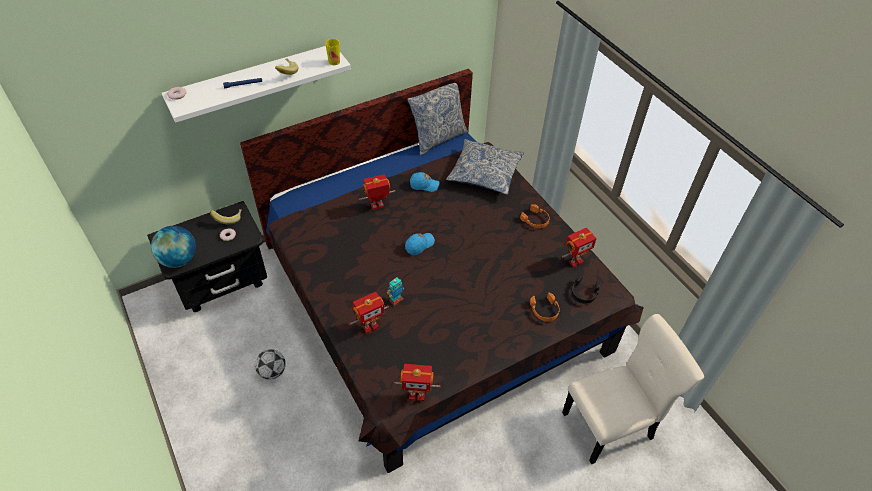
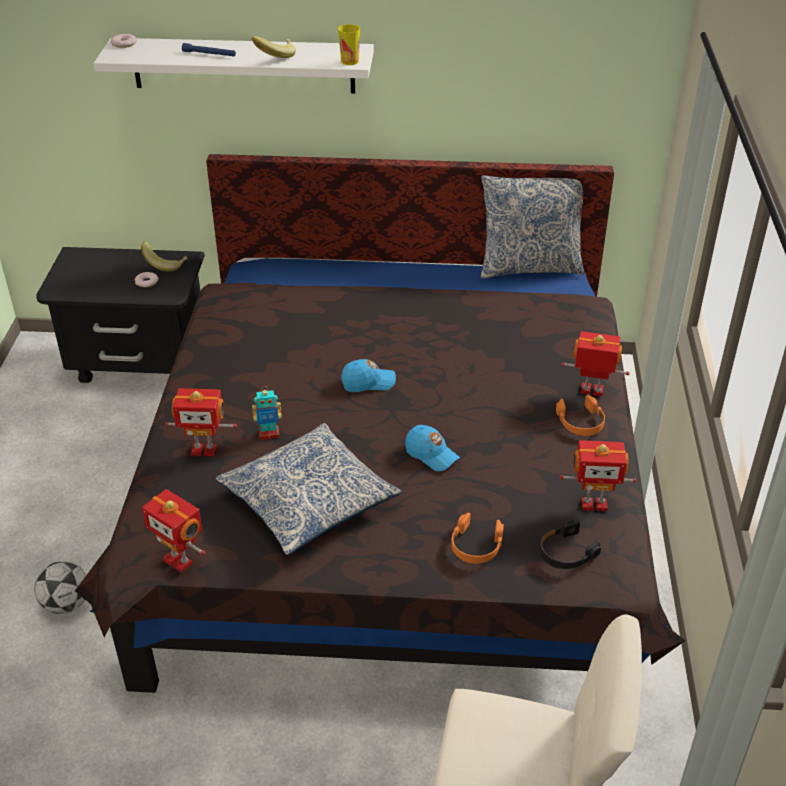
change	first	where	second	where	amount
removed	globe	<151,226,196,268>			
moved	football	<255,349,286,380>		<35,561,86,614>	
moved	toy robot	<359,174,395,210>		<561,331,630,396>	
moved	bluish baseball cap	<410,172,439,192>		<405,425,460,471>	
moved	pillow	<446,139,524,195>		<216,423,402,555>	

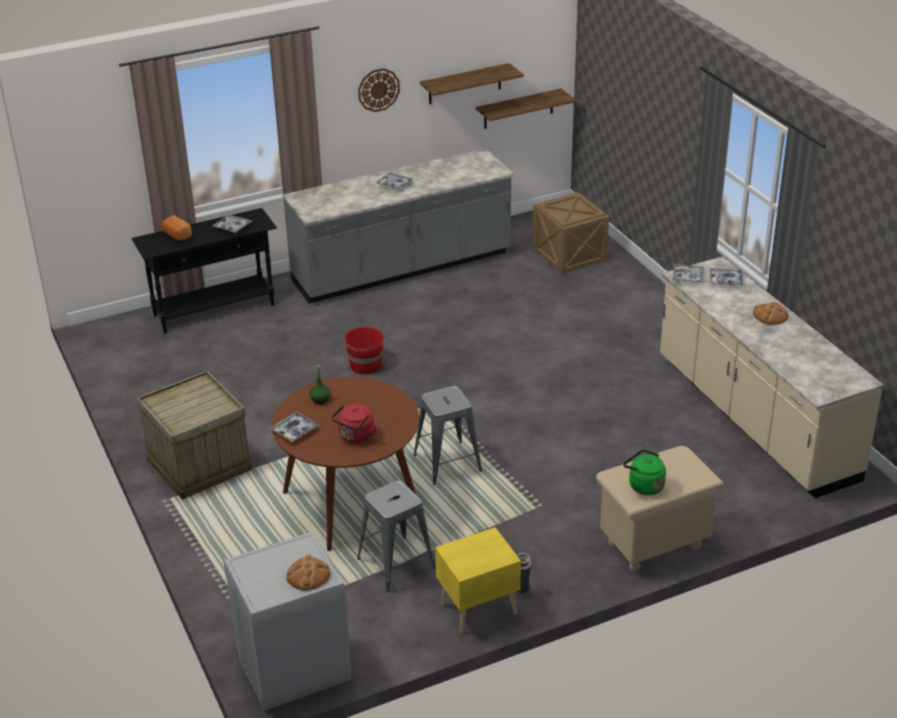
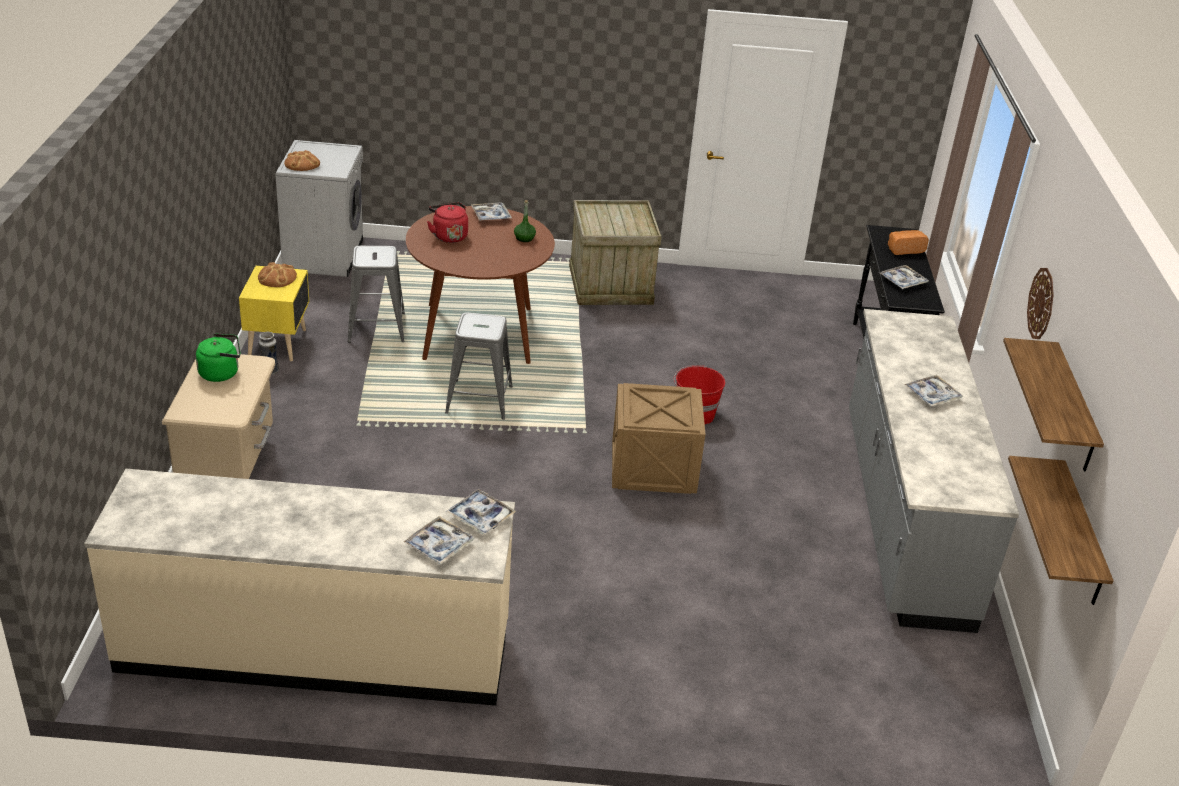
change	first	where	second	where	amount
moved	crate	<532,192,609,273>		<612,383,706,494>	
moved	baked bread	<753,302,788,325>		<258,262,297,287>	

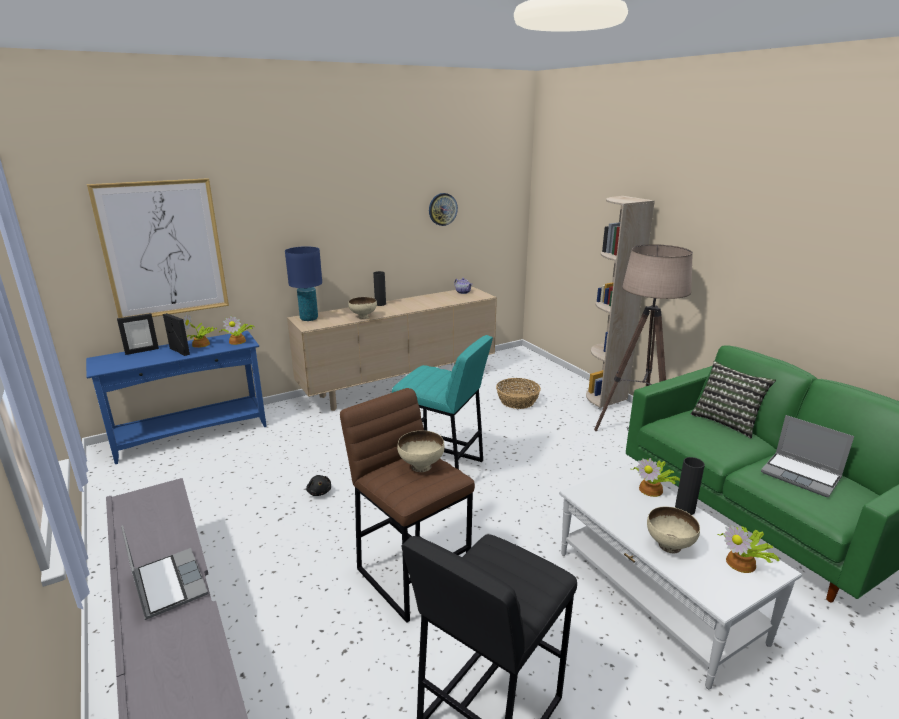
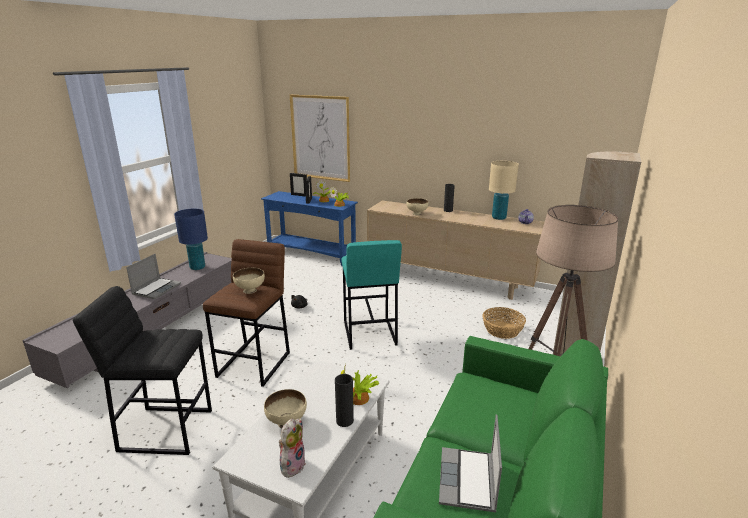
change	first	where	second	where	amount
removed	wall clock	<429,193,458,226>			
removed	pillow	<691,361,776,438>			
added			sand-coloured lamp for a table	<489,161,519,220>	
moved	bluish lamp for a table	<285,246,322,321>		<174,209,208,270>	
replaced	potted plant	<718,525,780,573>	plush toy	<279,419,306,478>	

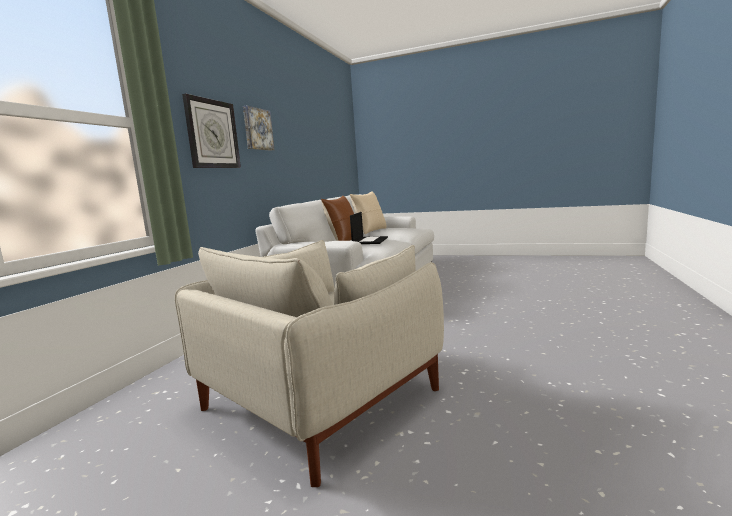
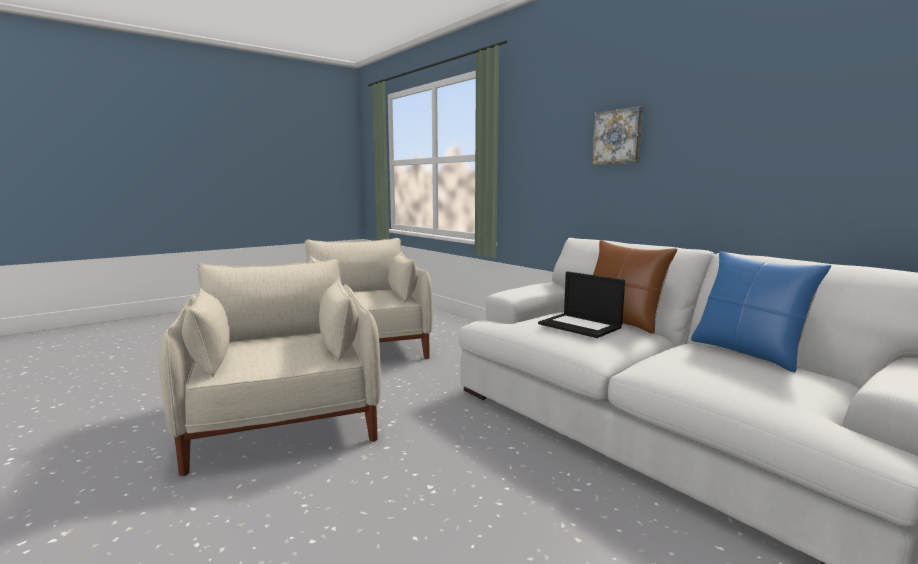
change	first	where	second	where	amount
removed	wall clock	<182,94,241,168>			
added			sand-coloured easy chair	<159,259,381,476>	
recoloured	sand-coloured pillow	<350,191,386,234>	bluish pillow	<691,251,831,372>	

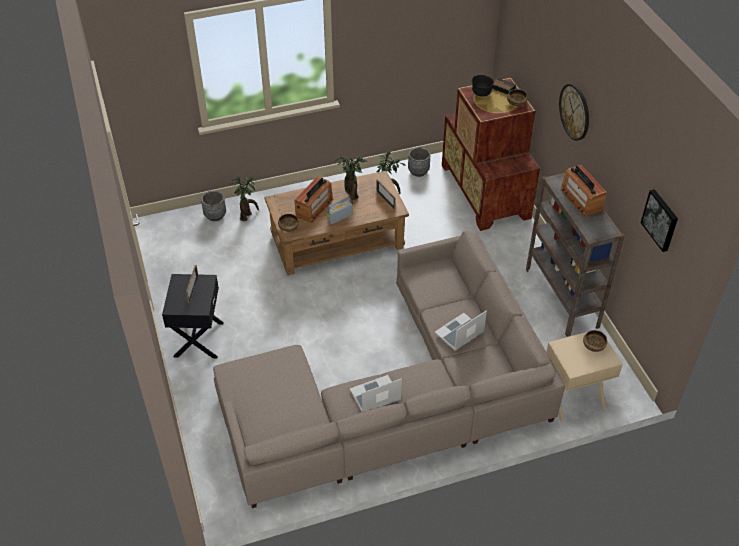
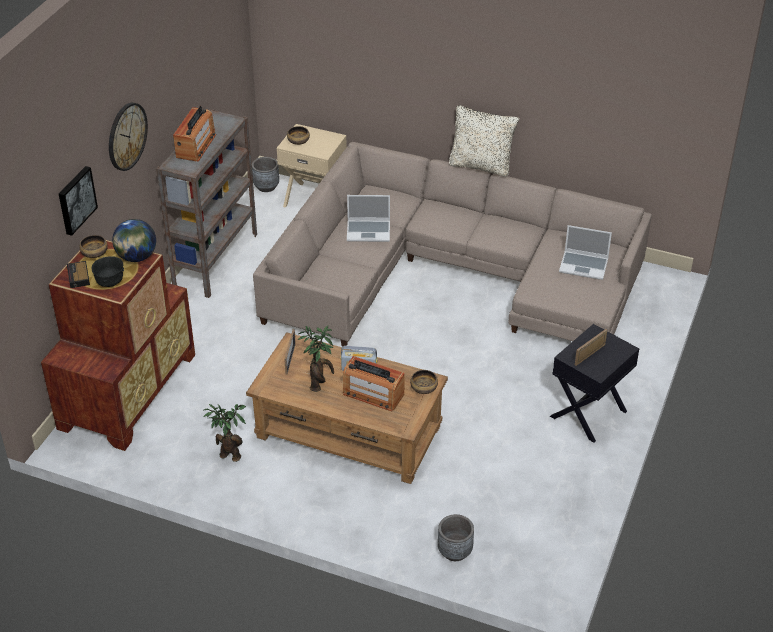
change	first	where	second	where	amount
removed	potted plant	<231,175,259,221>			
added			globe	<112,219,156,262>	
added			sand-coloured pillow	<449,105,519,177>	
moved	portable computer	<350,375,402,412>		<559,225,612,280>	
moved	gray plant pot	<408,147,430,177>		<252,157,279,192>	
moved	wall art	<641,189,678,252>		<59,166,98,236>	
turned	radio	<295,176,333,222>		<343,356,405,411>	135 degrees counterclockwise

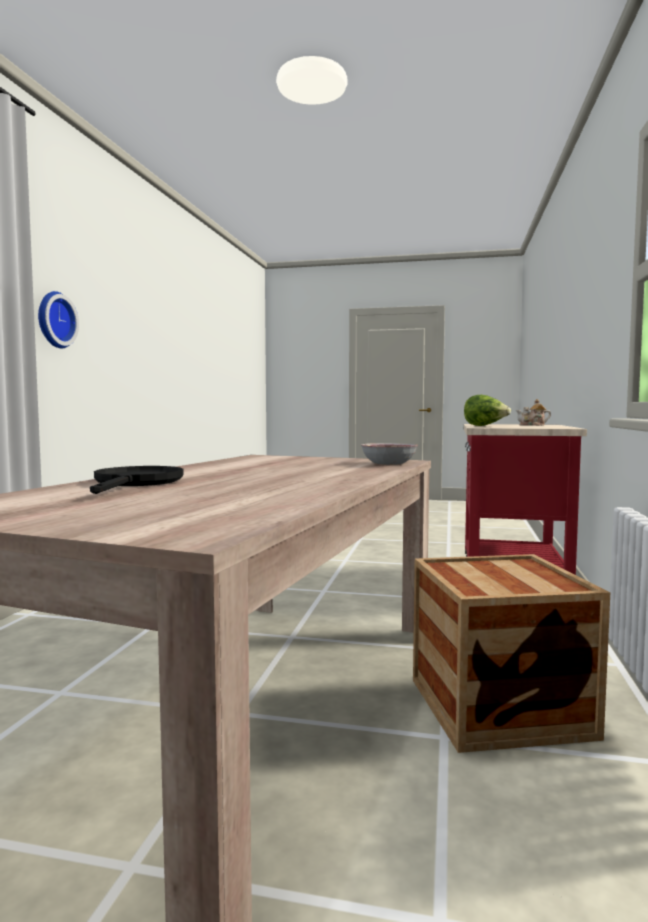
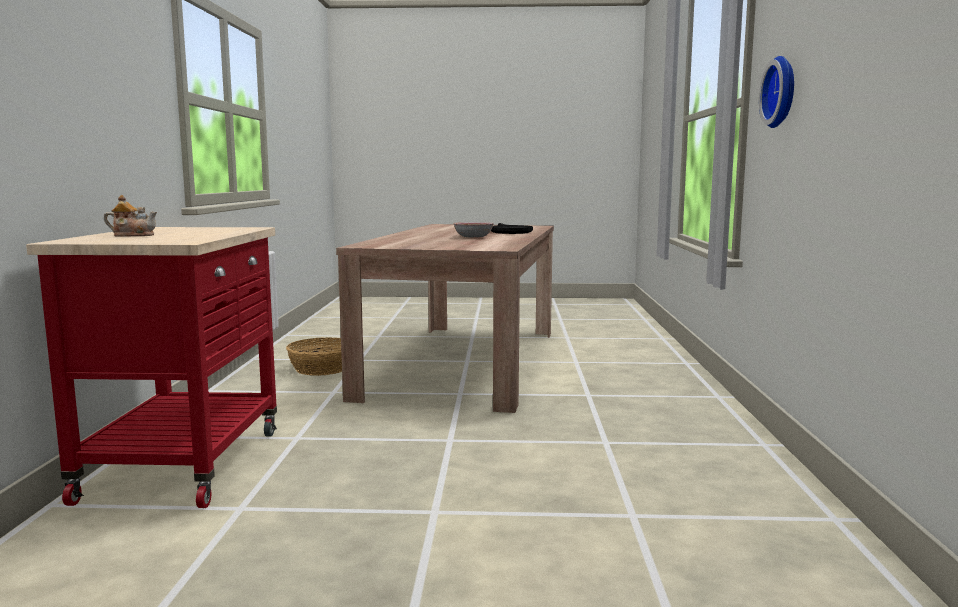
change	first	where	second	where	amount
removed	lettuce	<464,395,511,426>			
moved	deep dish	<361,443,418,465>		<453,222,494,238>	
replaced	crate	<413,554,610,753>	storage basket	<286,338,342,376>	

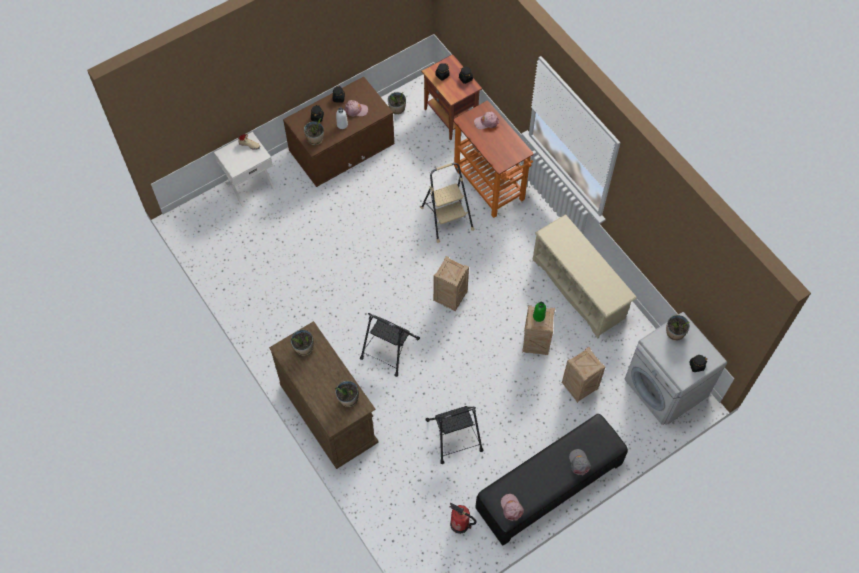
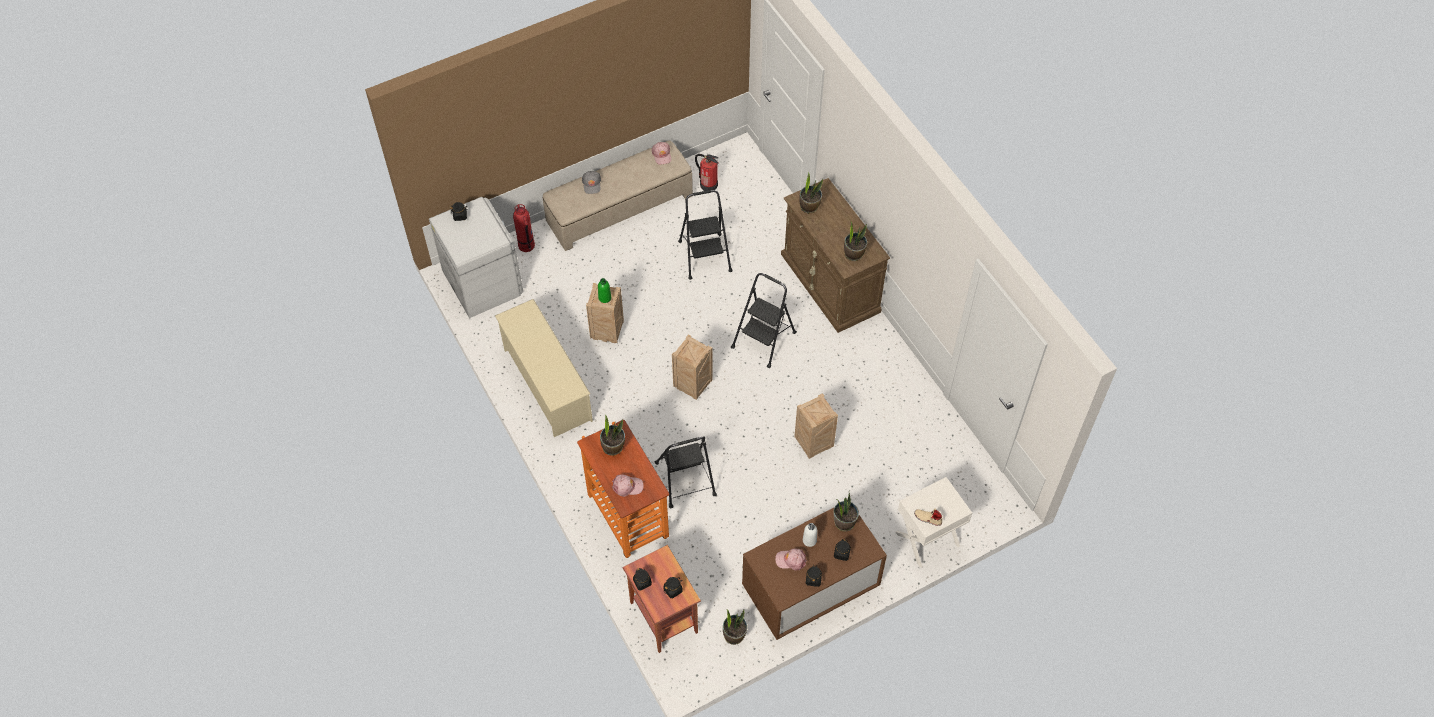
change	first	where	second	where	amount
added			fire-fighting cylinder	<513,204,535,252>	
moved	crate	<562,347,605,403>		<794,393,838,459>	
moved	potted plant	<666,315,690,341>		<600,415,625,456>	
recoloured	sand-coloured stepladder	<420,163,475,243>	black stepladder	<655,436,717,508>	
recoloured	black long seat	<475,414,628,546>	sand-coloured long seat	<542,141,693,251>	

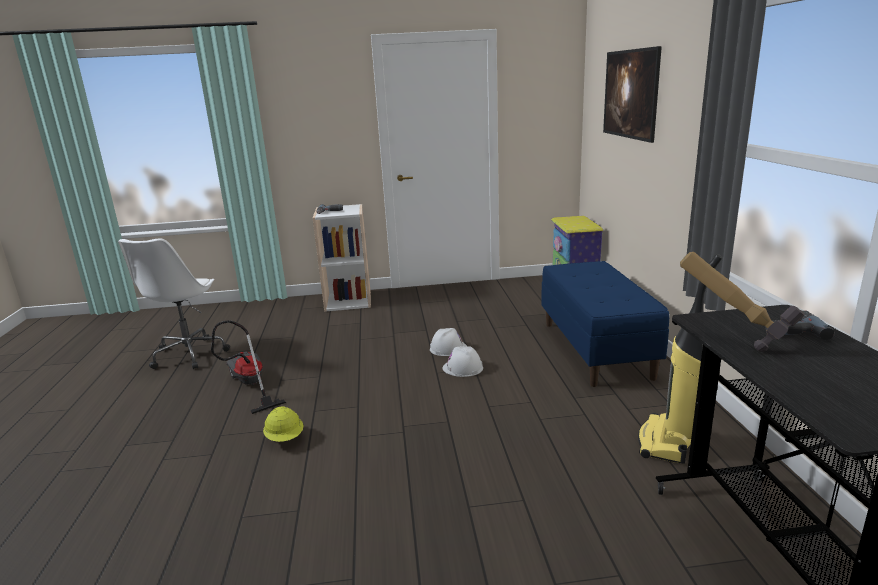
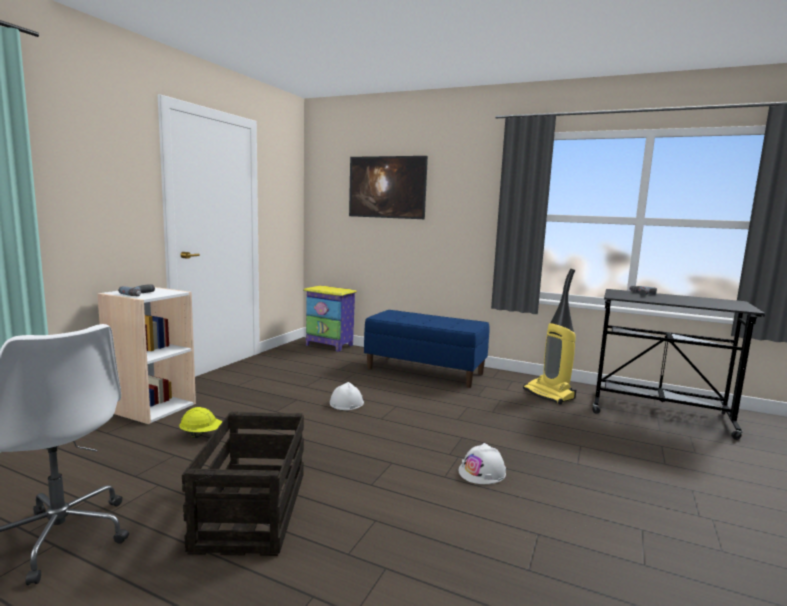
change	first	where	second	where	amount
removed	hand hammer	<680,252,804,352>			
moved	yellowish work helmet	<263,406,304,442>		<179,407,222,438>	
moved	white-coloured work helmet	<443,347,483,377>		<459,443,506,484>	
replaced	hoover	<211,320,286,414>	crate	<182,412,304,556>	

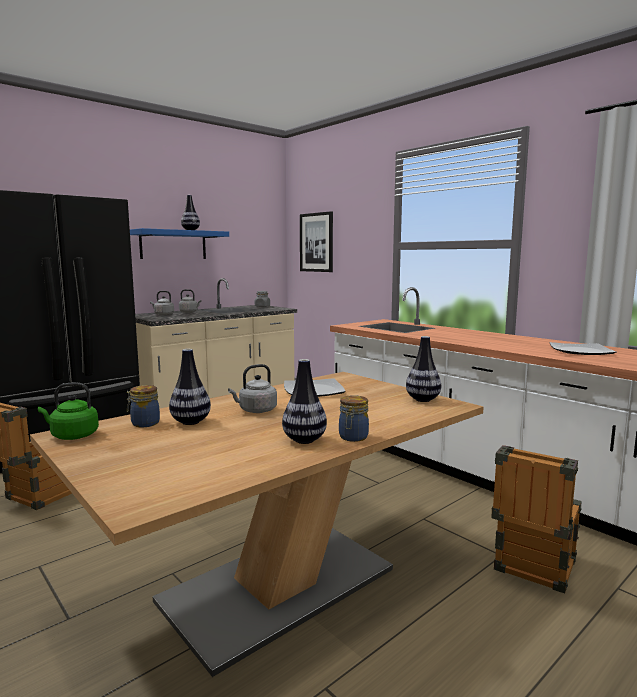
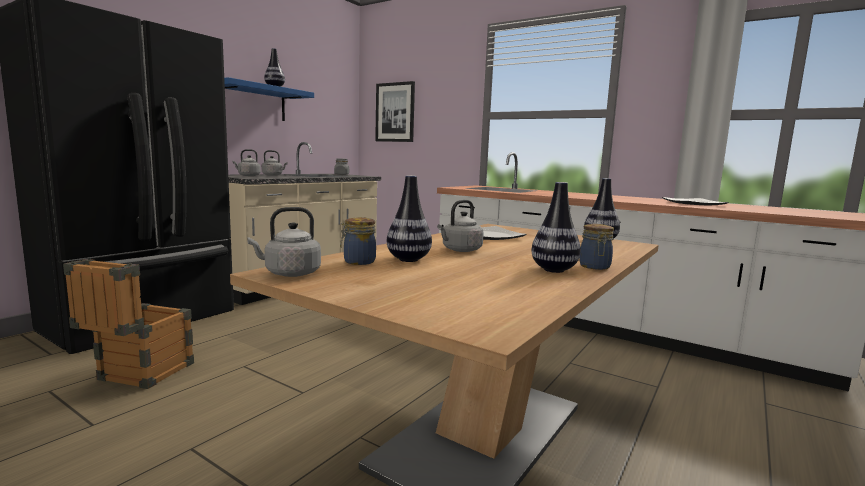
change	first	where	second	where	amount
removed	crate	<491,445,582,593>			
recoloured	green kettle	<38,382,99,440>	gray kettle	<247,207,321,277>	

